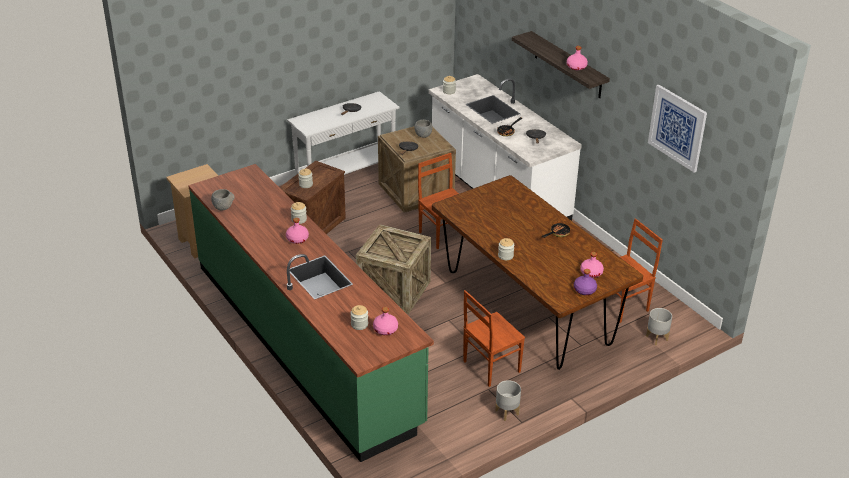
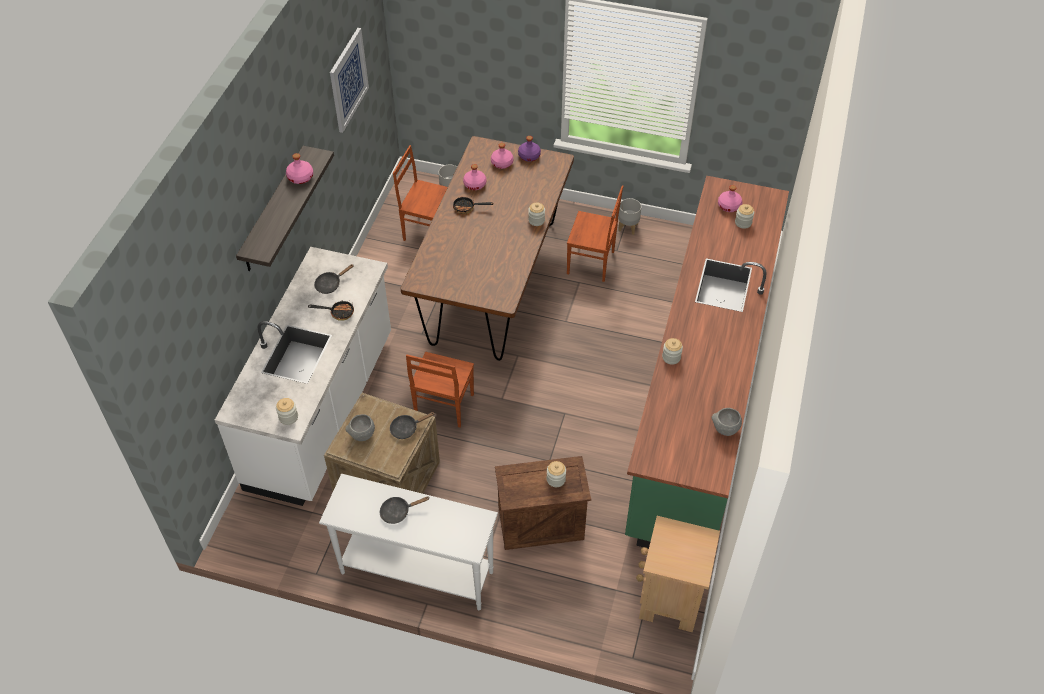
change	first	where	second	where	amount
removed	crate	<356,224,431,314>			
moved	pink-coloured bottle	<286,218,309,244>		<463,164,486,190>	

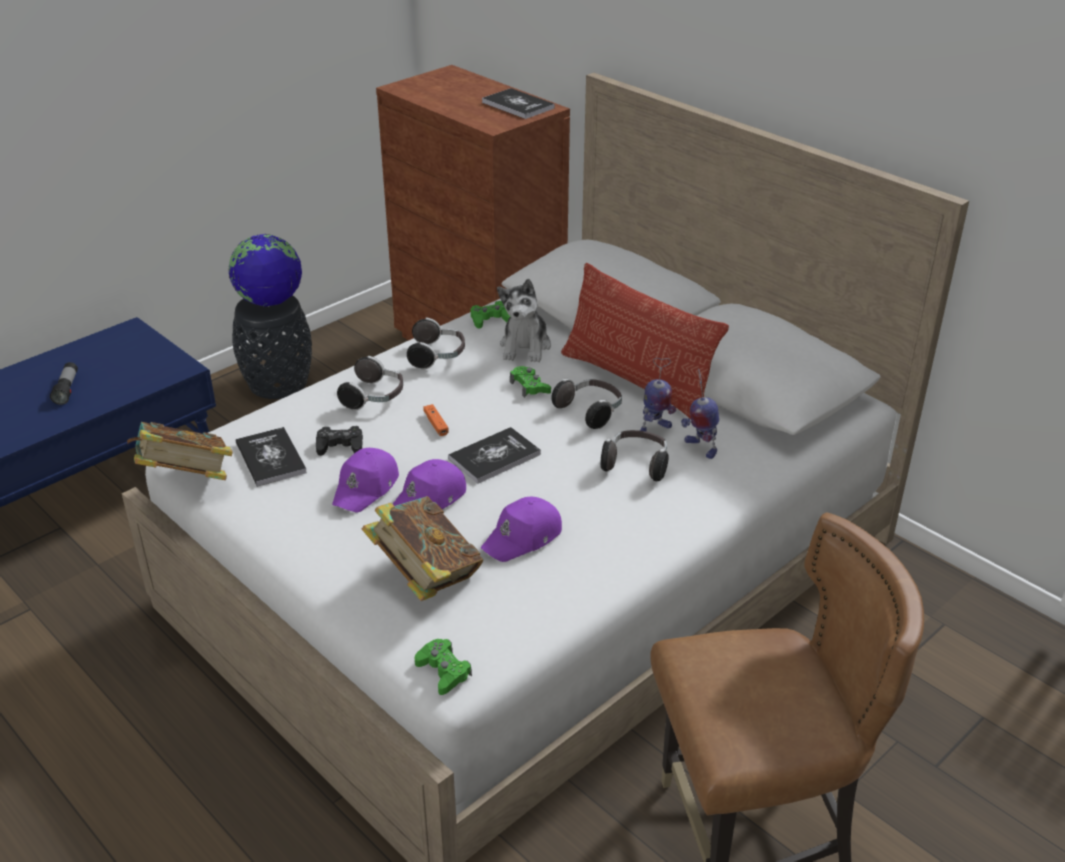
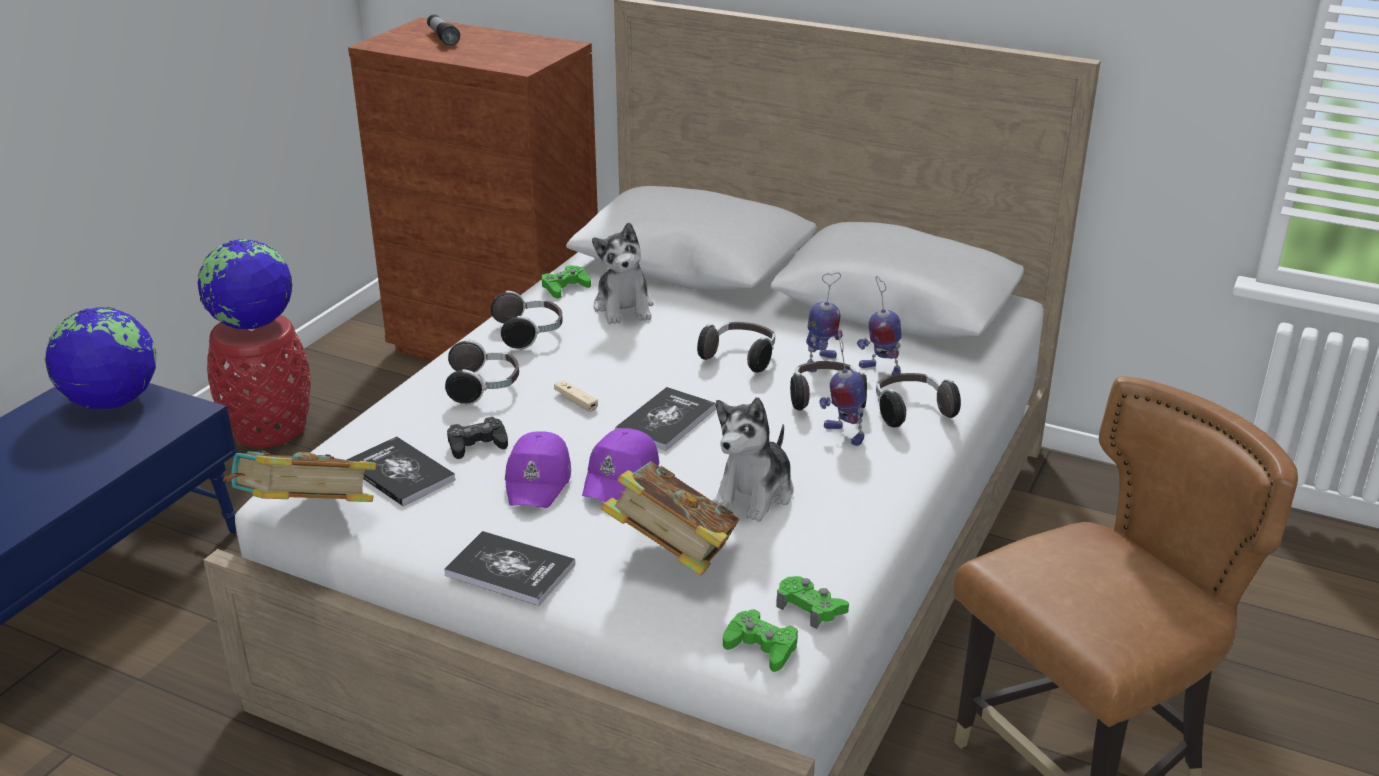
change	first	where	second	where	amount
removed	pillow	<561,263,729,419>			
added			globe	<45,307,156,409>	
added			toy robot	<819,333,866,446>	
added			headset	<876,373,961,428>	
moved	hand torch	<50,362,78,405>		<427,14,460,46>	
moved	volume	<482,88,555,119>		<444,531,575,606>	
moved	green gamepad	<510,366,551,398>		<776,576,849,629>	
replaced	purplish baseball cap	<481,497,562,562>	plush toy	<713,397,794,522>	
recoloured	black sitting stool	<232,295,312,399>	red sitting stool	<207,315,310,447>	
recoloured	orange gamepad	<423,404,449,436>	sand-coloured gamepad	<554,380,598,412>	

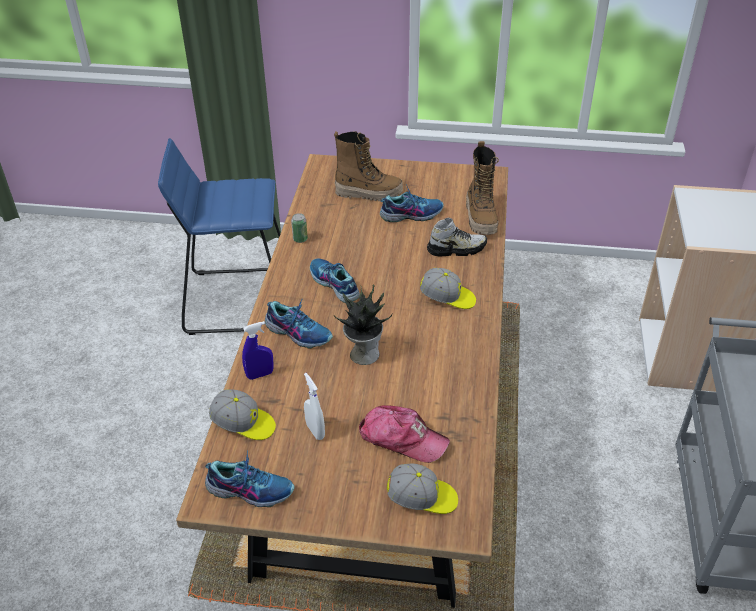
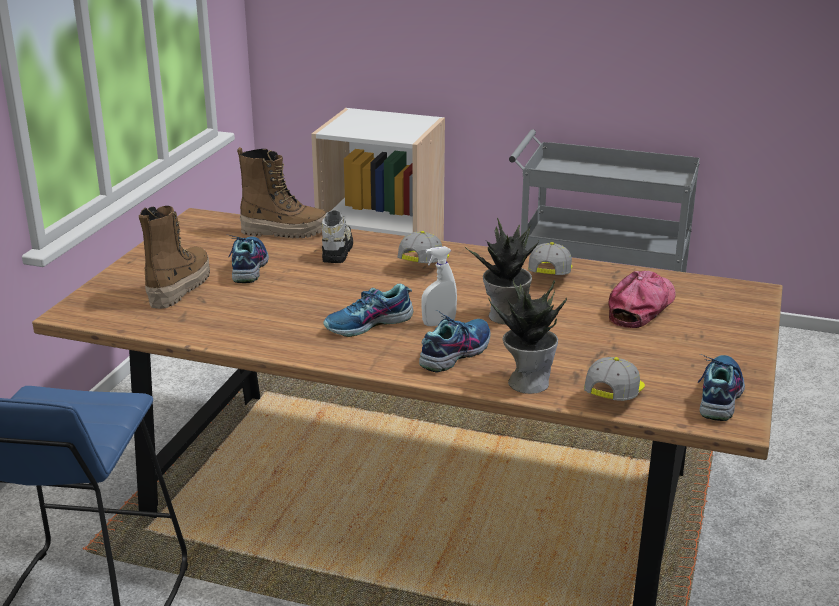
change	first	where	second	where	amount
removed	can	<291,213,308,243>			
moved	white-coloured spray bottle	<304,373,325,440>		<421,246,457,326>	
moved	baseball cap	<387,463,458,514>		<528,242,572,275>	
replaced	bluish spray bottle	<242,321,274,380>	potted plant	<488,280,567,394>	

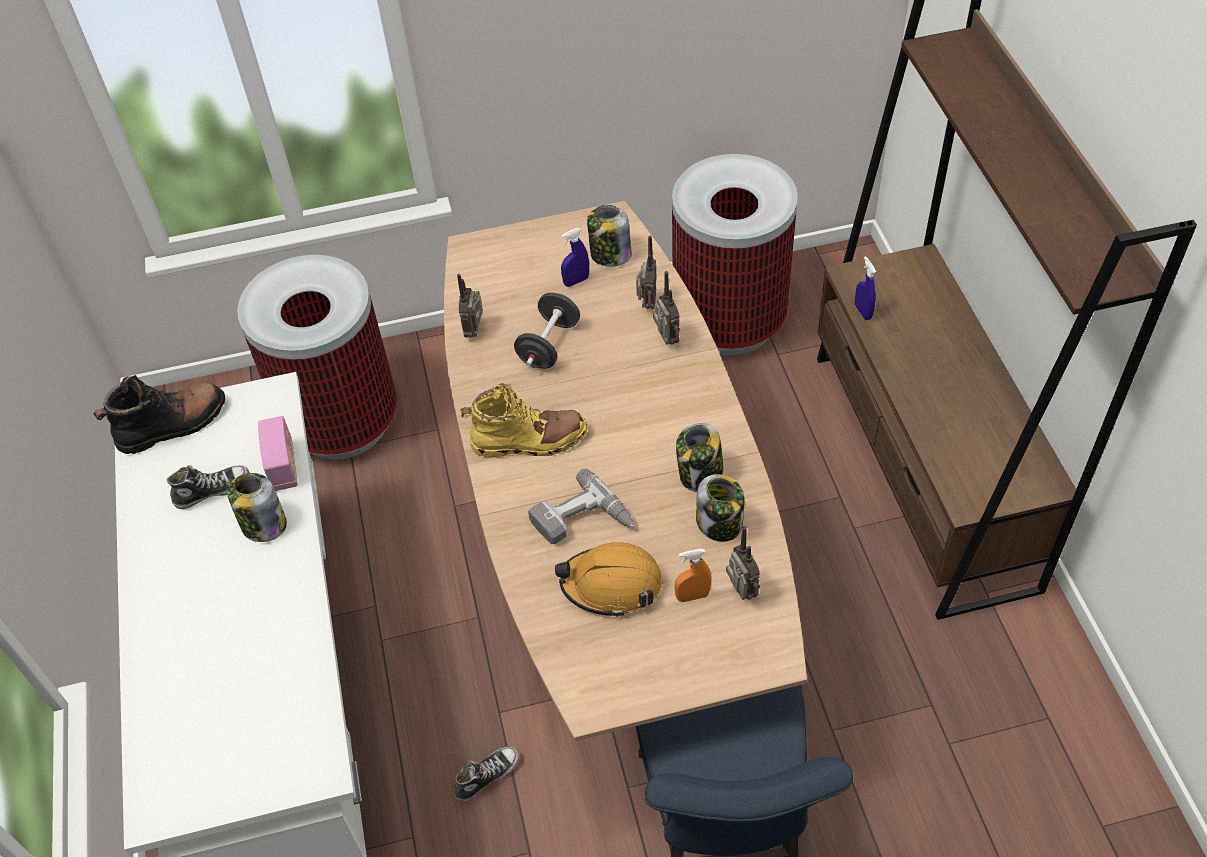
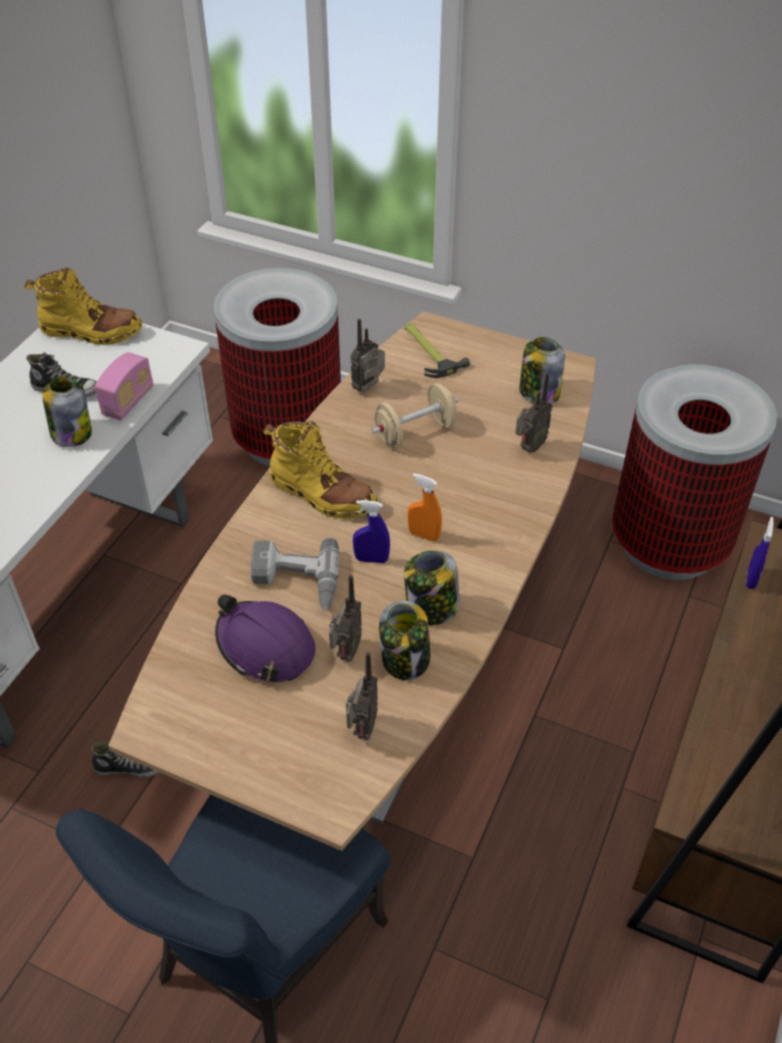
change	first	where	second	where	amount
added			hand hammer	<404,323,470,378>	
moved	bluish spray bottle	<561,228,589,287>		<353,500,390,563>	
moved	radio	<653,271,680,345>		<329,575,362,662>	
moved	orange spray bottle	<674,549,712,602>		<408,473,442,541>	
recoloured	black tall boot	<94,375,225,454>	yellowish tall boot	<25,267,142,345>	
recoloured	black free weight	<514,293,580,369>	sand-coloured free weight	<371,383,458,448>	
recoloured	orange work helmet	<555,542,662,617>	purplish work helmet	<215,594,316,682>	

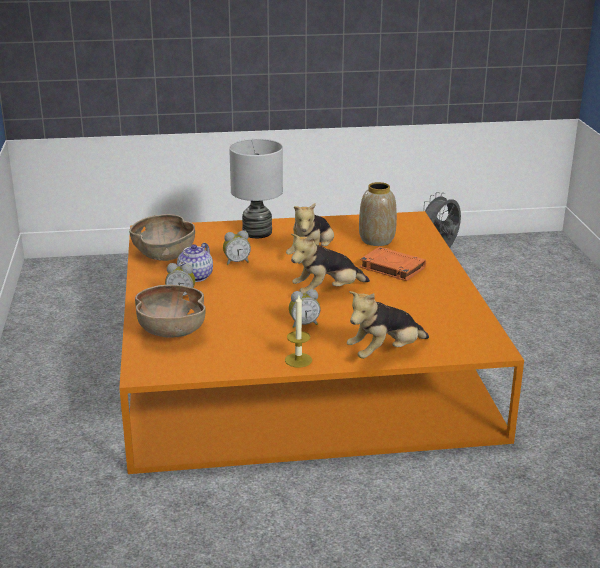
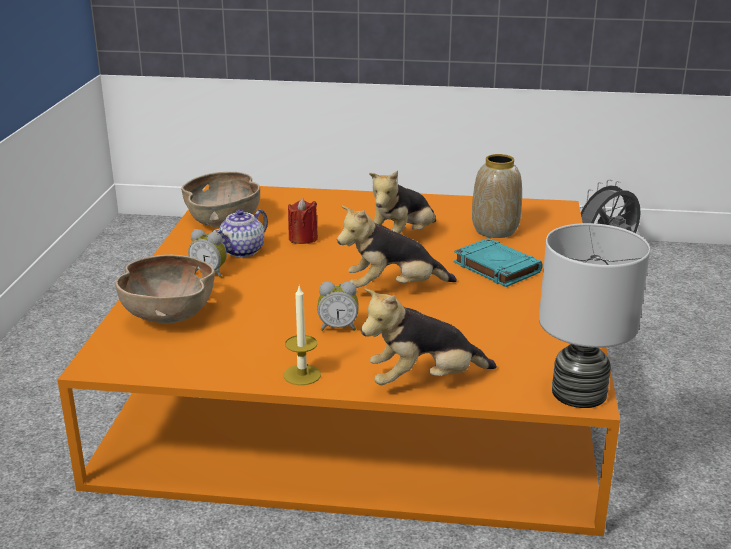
change	first	where	second	where	amount
moved	gray lamp for a table	<229,138,283,238>		<539,223,650,408>	
replaced	bedside clock	<223,230,251,265>	red wax light	<288,198,318,244>	
recoloured	orange volume	<360,247,426,281>	turquoise-coloured volume	<454,238,543,287>	

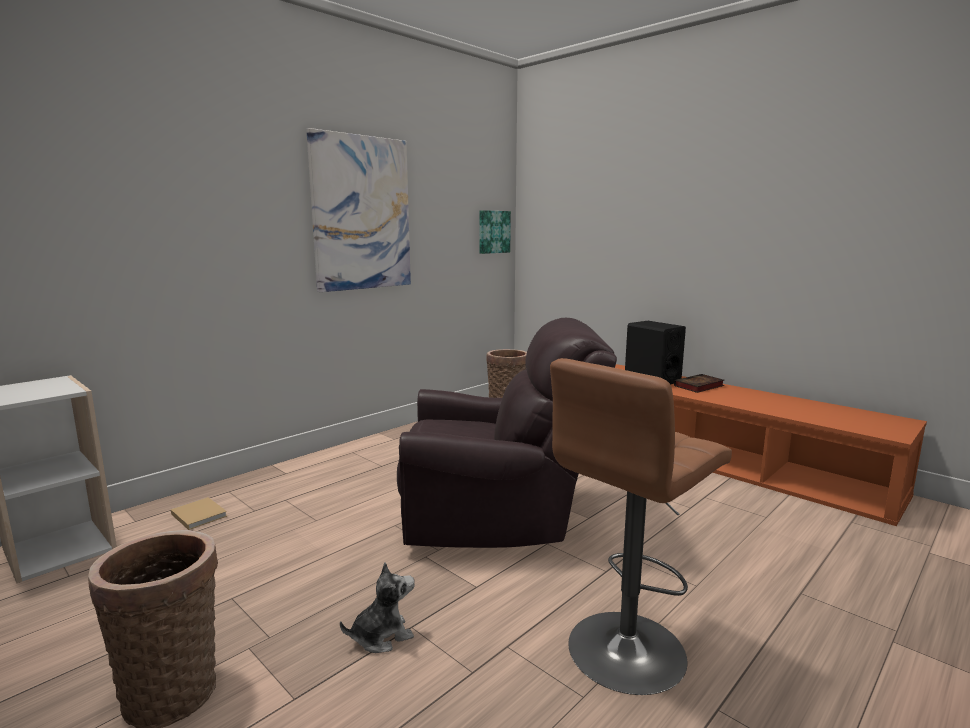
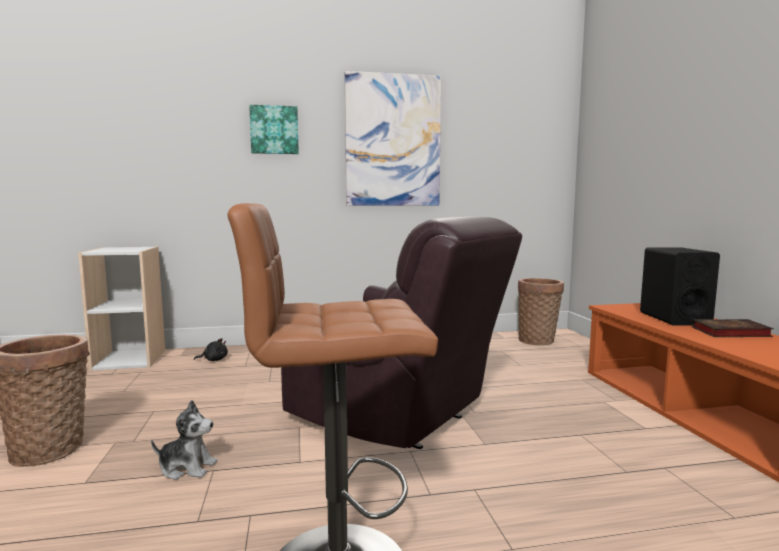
change	first	where	second	where	amount
moved	wall art	<479,210,511,254>		<249,105,299,154>	
replaced	sand-coloured volume	<171,497,227,530>	black plush toy	<194,338,228,361>	

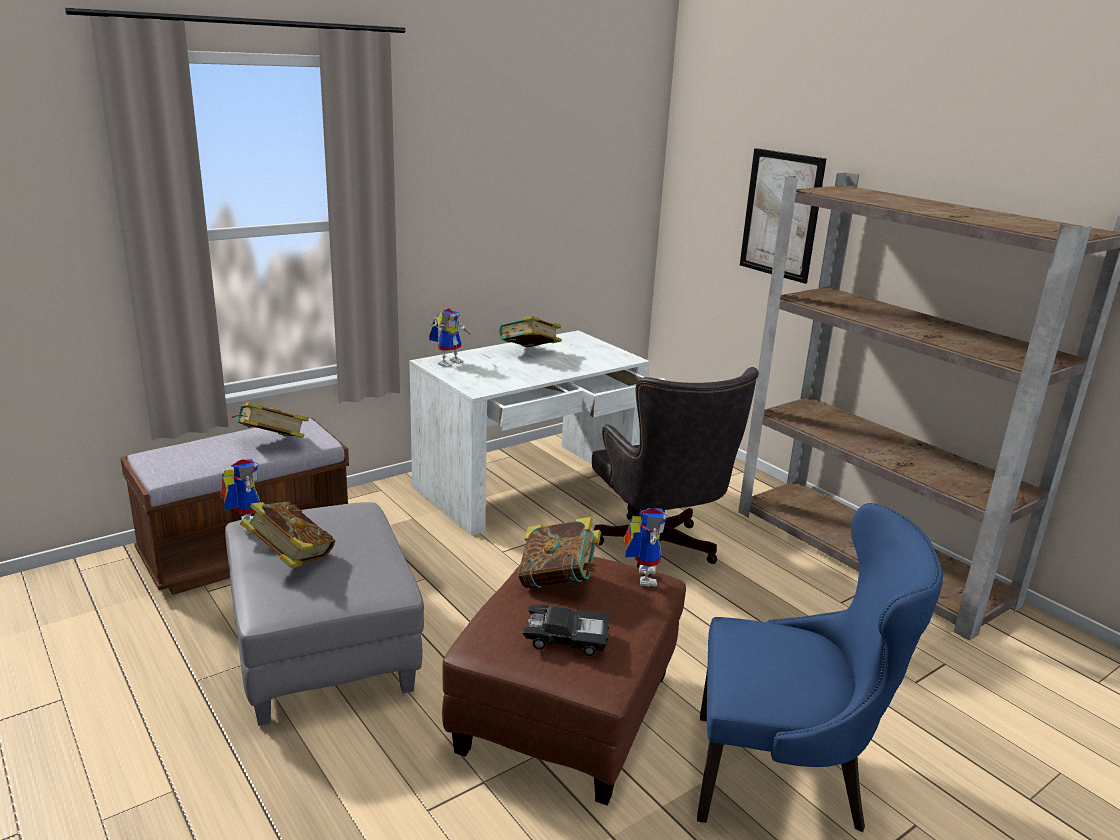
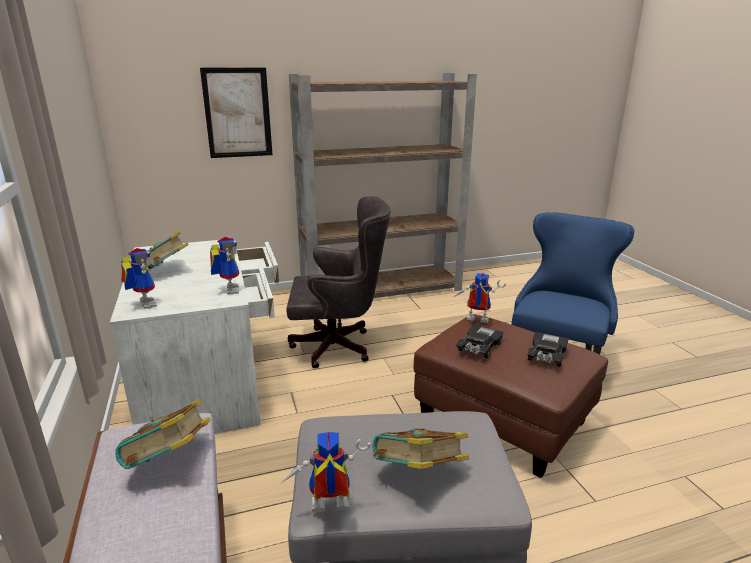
change	first	where	second	where	amount
added			toy robot	<210,237,239,294>	
replaced	volume	<518,517,601,589>	black miniature car	<456,325,504,359>	

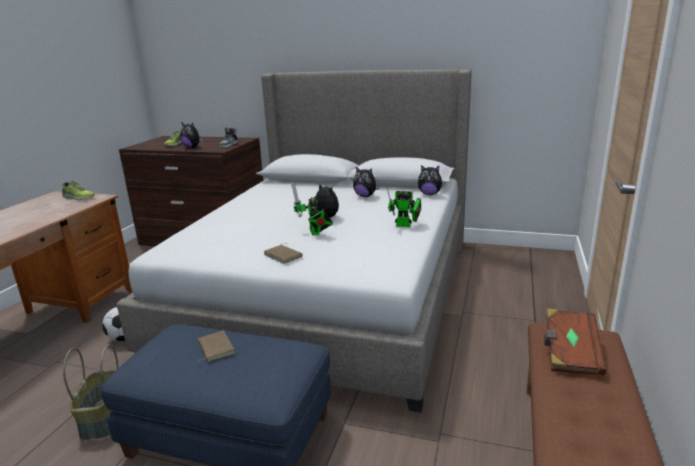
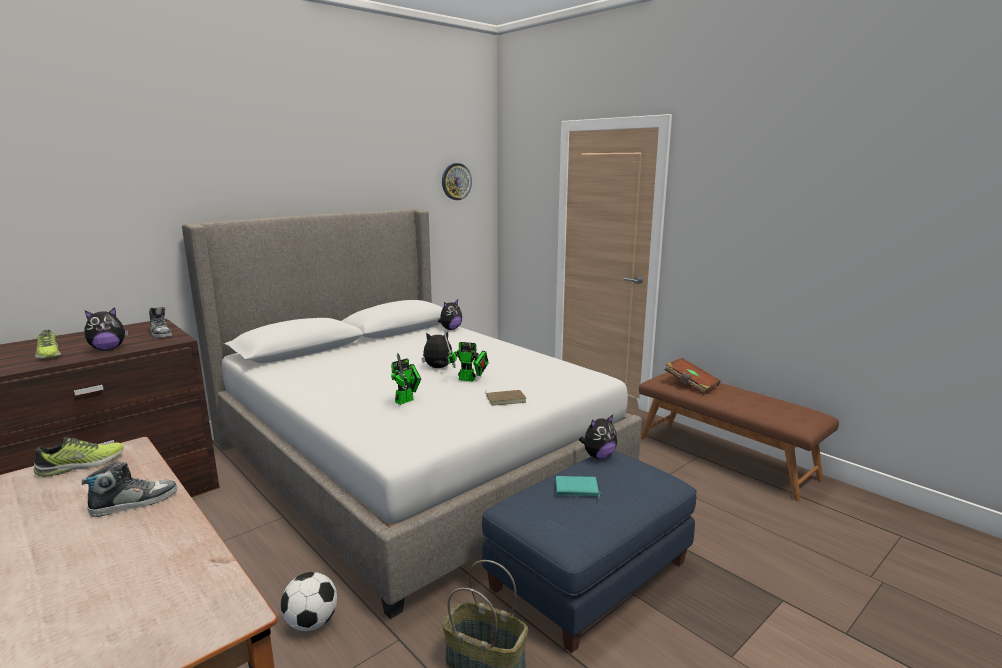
change	first	where	second	where	amount
added			item of footwear	<82,461,177,517>	
added			wall clock	<442,163,472,200>	
moved	plush toy	<353,167,380,197>		<579,415,617,459>	
moved	toy robot	<385,182,421,227>		<391,353,421,405>	
recoloured	brown-coloured volume	<197,330,235,362>	turquoise-coloured volume	<556,476,601,498>	

